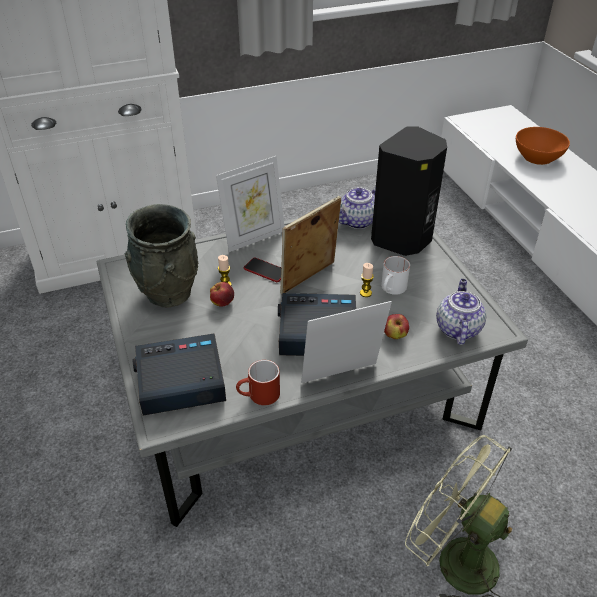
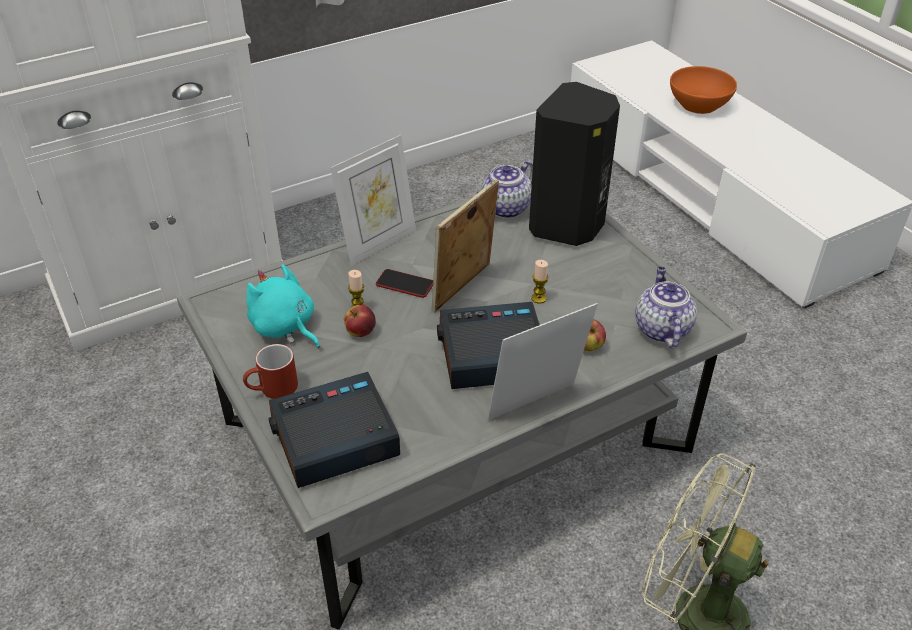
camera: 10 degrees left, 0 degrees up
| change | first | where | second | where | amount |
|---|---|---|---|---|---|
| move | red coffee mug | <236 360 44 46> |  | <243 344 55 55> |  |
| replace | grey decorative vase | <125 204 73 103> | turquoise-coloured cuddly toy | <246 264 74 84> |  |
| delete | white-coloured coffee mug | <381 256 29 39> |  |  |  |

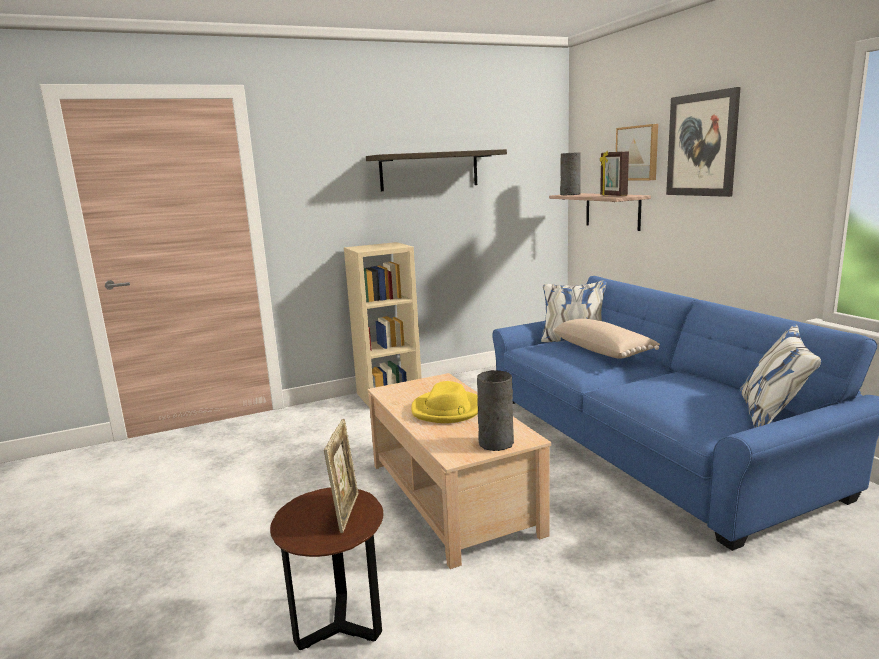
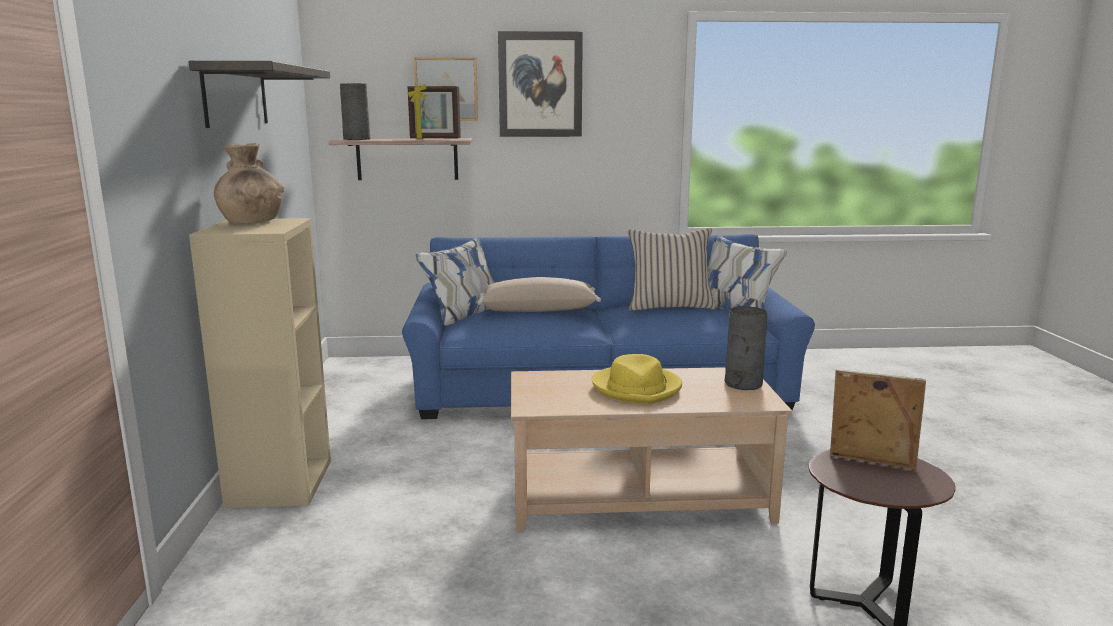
camera: 70 degrees left, 0 degrees up
| change | first | where | second | where | amount |
|---|---|---|---|---|---|
| insert |  |  | brownish decorative vase | <214 143 70 81> |  |
| insert |  |  | beige-coloured throw pillow | <627 228 89 83> |  |

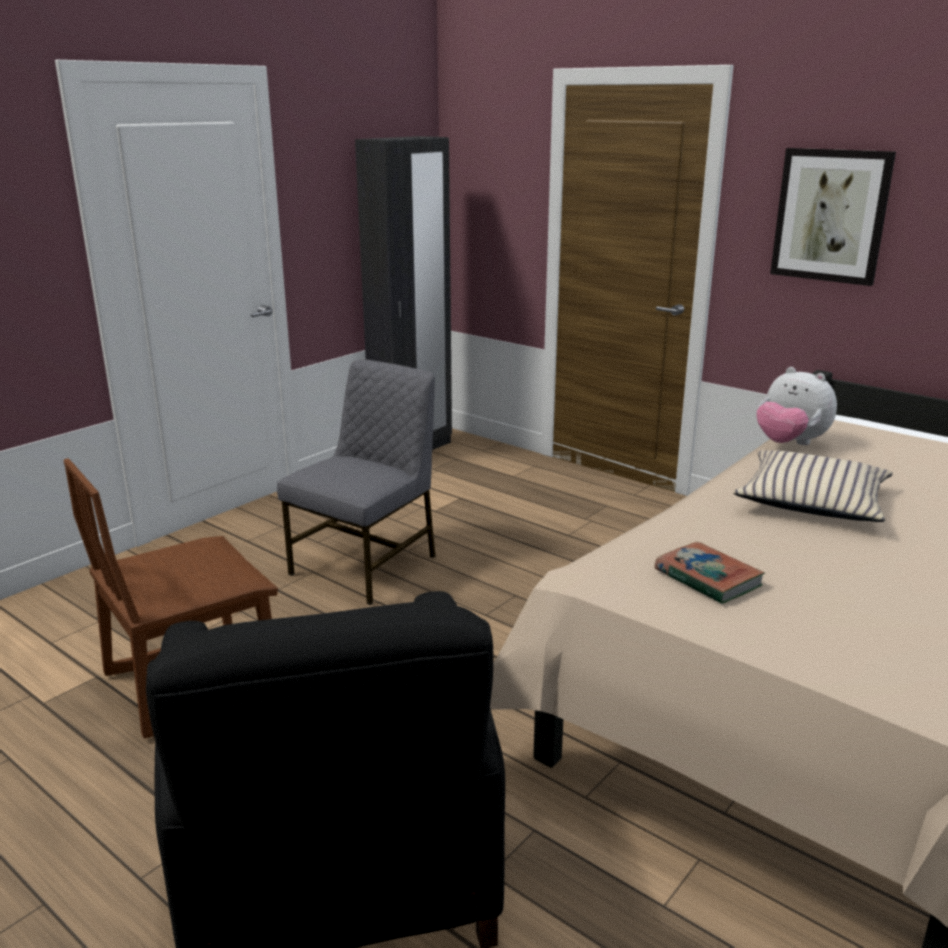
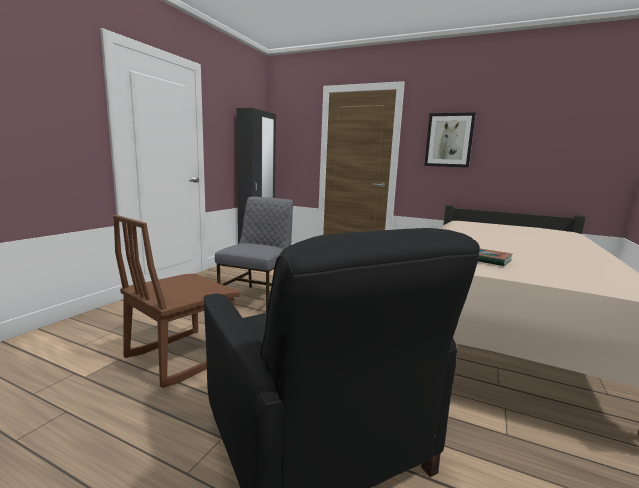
camera: 15 degrees left, 10 degrees down
| change | first | where | second | where | amount |
|---|---|---|---|---|---|
| delete | beige-coloured throw pillow | <733 450 160 72> |  |  |  |
| delete | cuddly toy | <757 367 80 78> |  |  |  |

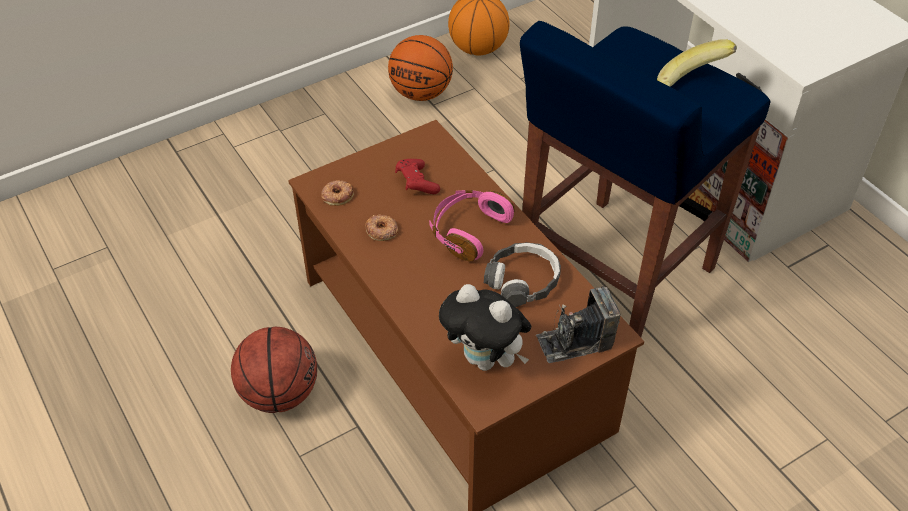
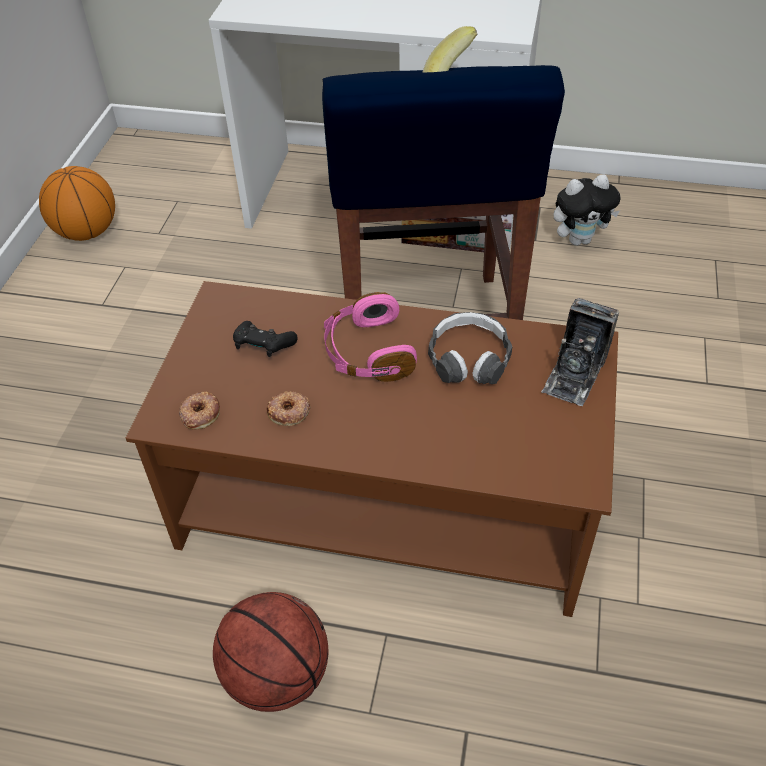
camera: 45 degrees left, 0 degrees up
| change | first | where | second | where | amount |
|---|---|---|---|---|---|
| recolor | red joypad | <395 159 45 35> | blackish joypad | <233 321 65 36> |  |
| move | cuddly toy | <439 284 92 87> |  | <553 175 68 71> |  |
| delete | basketball | <388 35 65 66> |  |  |  |

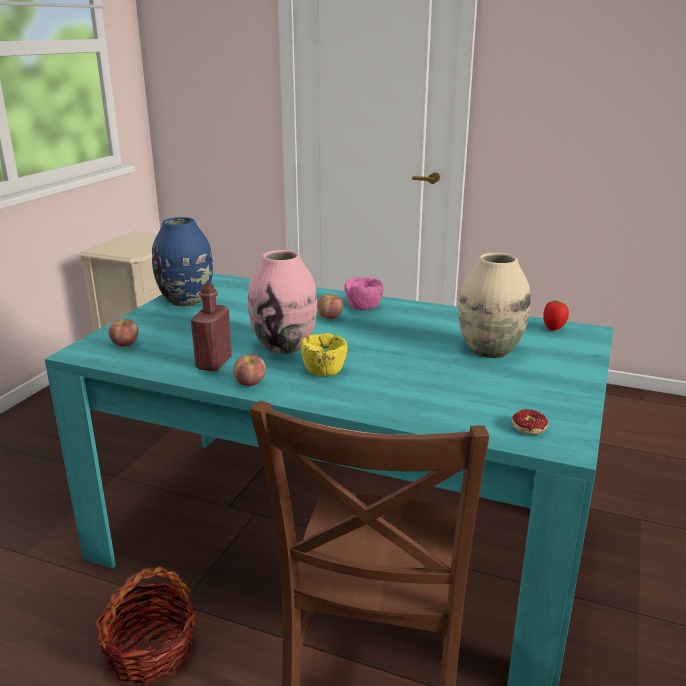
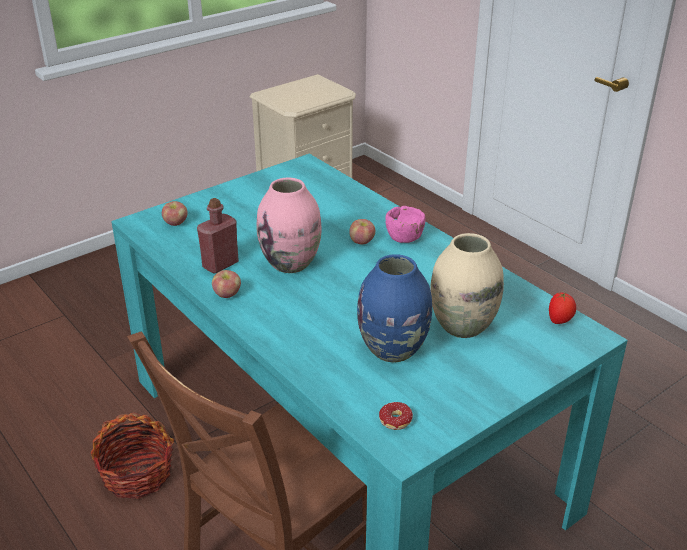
camera: 30 degrees right, 10 degrees up
| change | first | where | second | where | amount |
|---|---|---|---|---|---|
| move | blue-coloured decorative vase | <152 217 61 90> |  | <357 254 75 109> |  |
| delete | yellow deep dish | <301 333 47 43> |  |  |  |

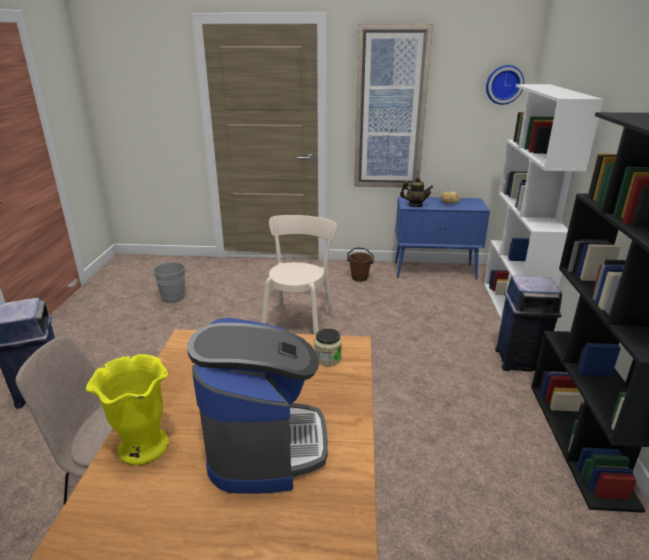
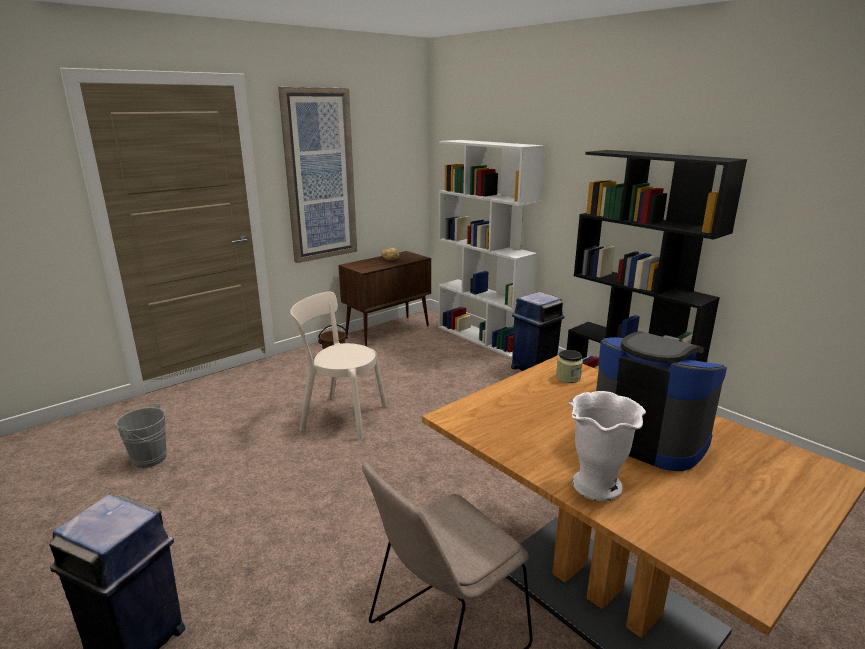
camera: 45 degrees left, 5 degrees down
| change | first | where | second | where | amount |
|---|---|---|---|---|---|
| rotate | beige-coloured plain chair | <262 215 75 119> |  | <290 292 97 149> | 45 degrees counterclockwise |
| recolor | blue-coloured cabinet | <395 197 95 83> | brownish cabinet | <339 251 92 95> |  |
| recolor | yellow decorative vase | <86 354 83 111> | white-coloured decorative vase | <569 391 77 110> |  |
| delete | teapot | <400 177 33 30> |  |  |  |
| delete | clock on the wall | <486 65 38 40> |  |  |  |

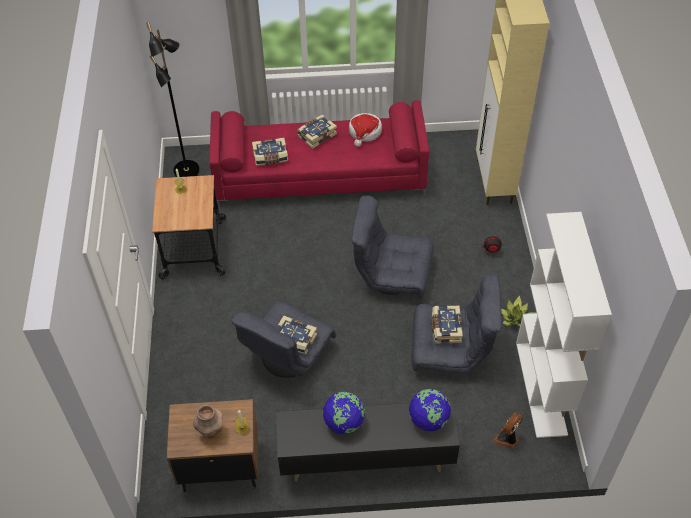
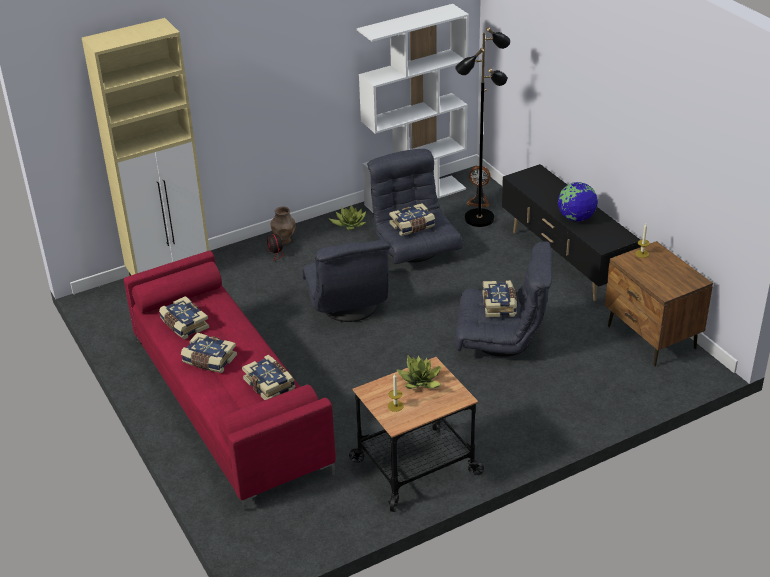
camera: 115 degrees left, 15 degrees down
| change | first | where | second | where | amount |
|---|---|---|---|---|---|
| replace | clothing hat | <349 113 33 34> | book | <159 296 51 44> |  |
| move | brownish decorative vase | <193 404 30 35> |  | <271 207 25 37> |  |
| insert |  |  | potted plant | <396 355 46 34> |  |
| move | blackish floor lamp | <146 22 54 155> |  | <455 27 55 200> |  |
| delete | desk globe | <409 389 42 42> |  |  |  |

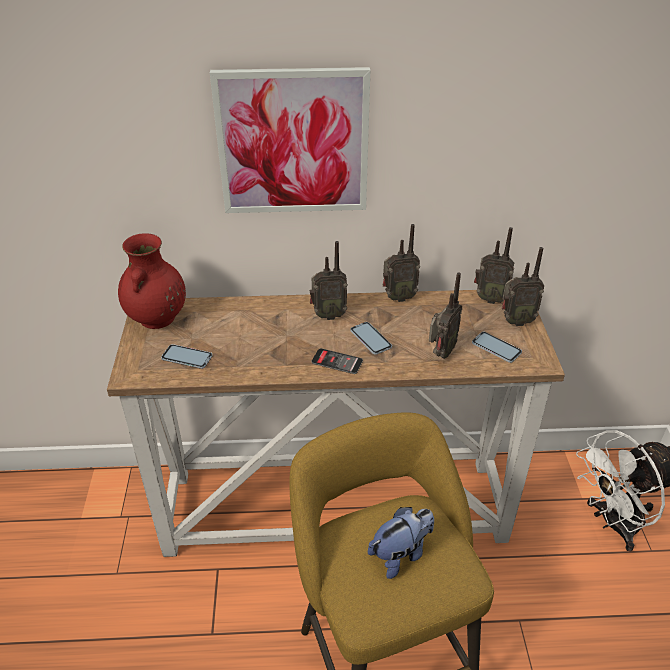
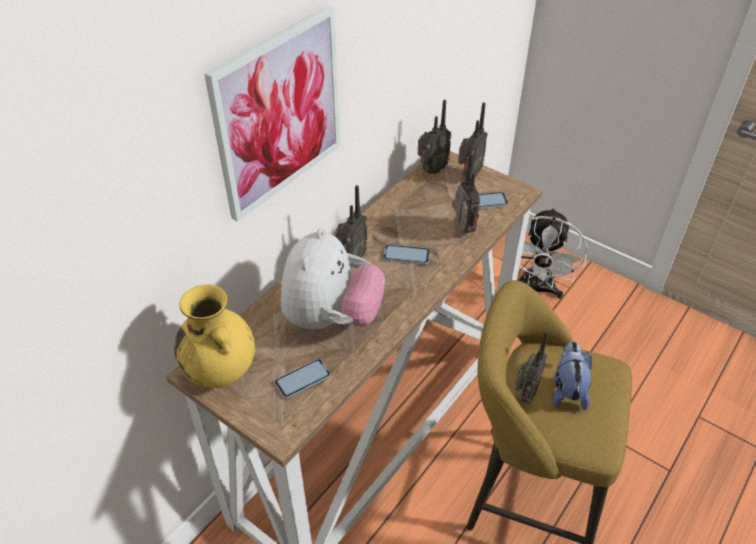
camera: 50 degrees left, 5 degrees up
| change | first | where | second | where | amount |
|---|---|---|---|---|---|
| recolor | red decorative vase | <118 233 68 96> | yellow decorative vase | <174 284 81 104> |  |
| insert |  |  | cuddly toy | <281 227 104 103> |  |
| move | radio | <382 224 38 78> |  | <515 330 34 74> |  |
| delete | telephone | <311 348 52 26> |  |  |  |

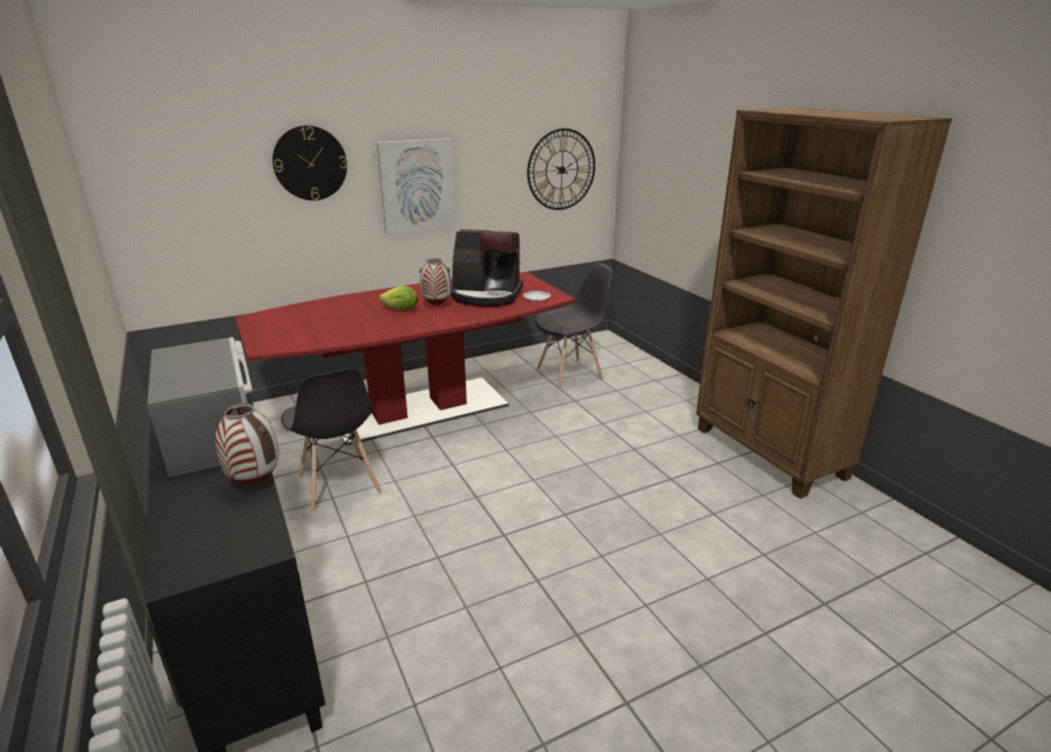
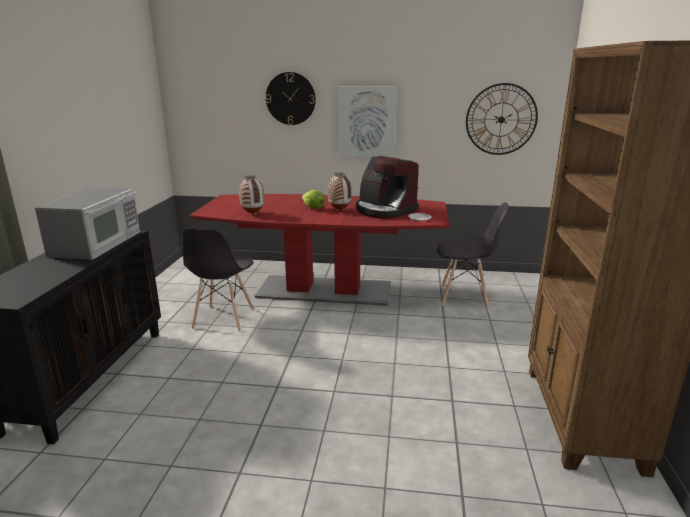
camera: 35 degrees right, 5 degrees down
| change | first | where | second | where | amount |
|---|---|---|---|---|---|
| move | decorative vase | <215 403 64 82> |  | <239 176 25 38> |  |

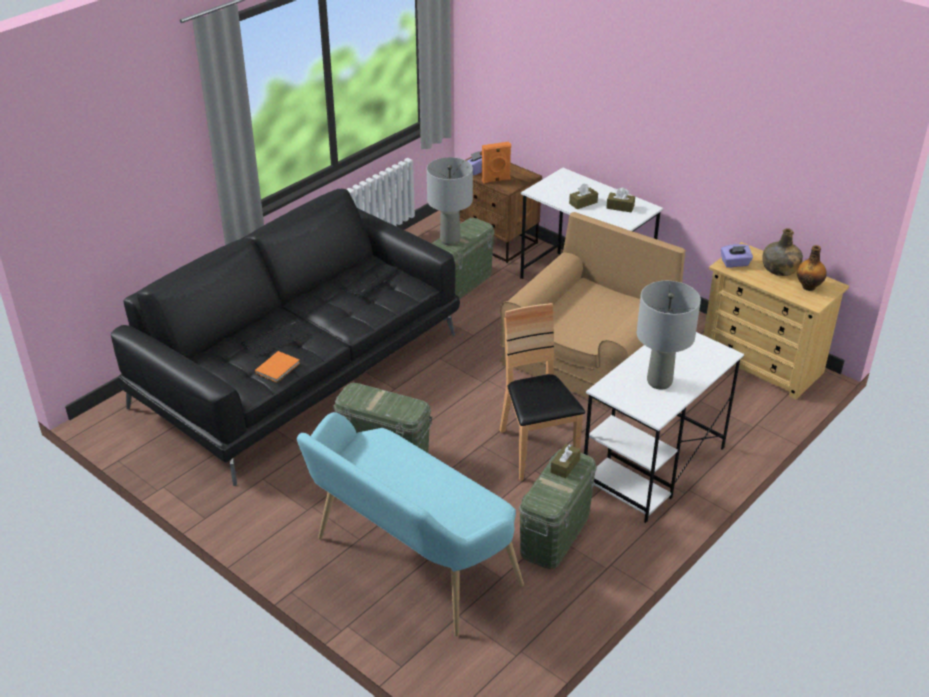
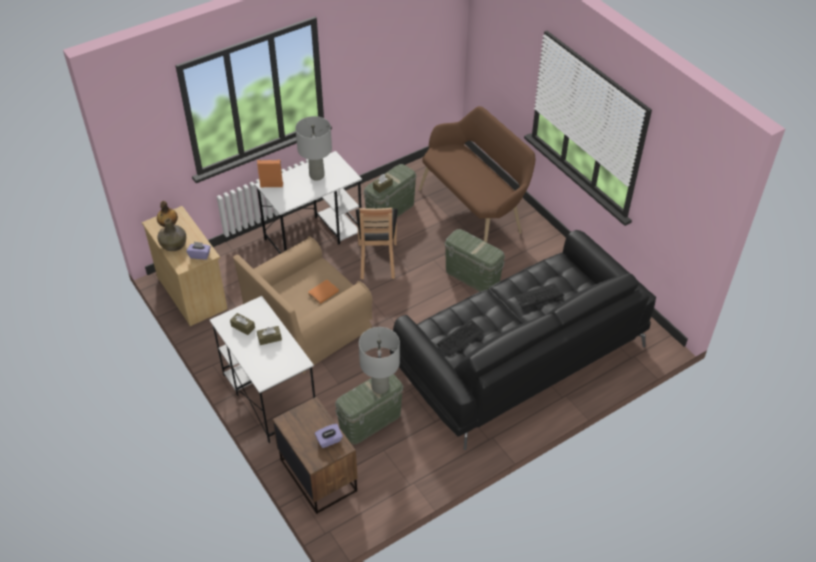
camera: 165 degrees left, 10 degrees up
| change | first | where | second | where | amount |
|---|---|---|---|---|---|
| move | orange-coloured speaker | <482 142 29 42> |  | <257 160 26 27> |  |
| move | orange-coloured book | <255 351 45 32> |  | <308 280 31 24> |  |
| recolor | turquoise-coloured long seat | <297 412 227 224> | brownish long seat | <419 106 116 136> |  |

